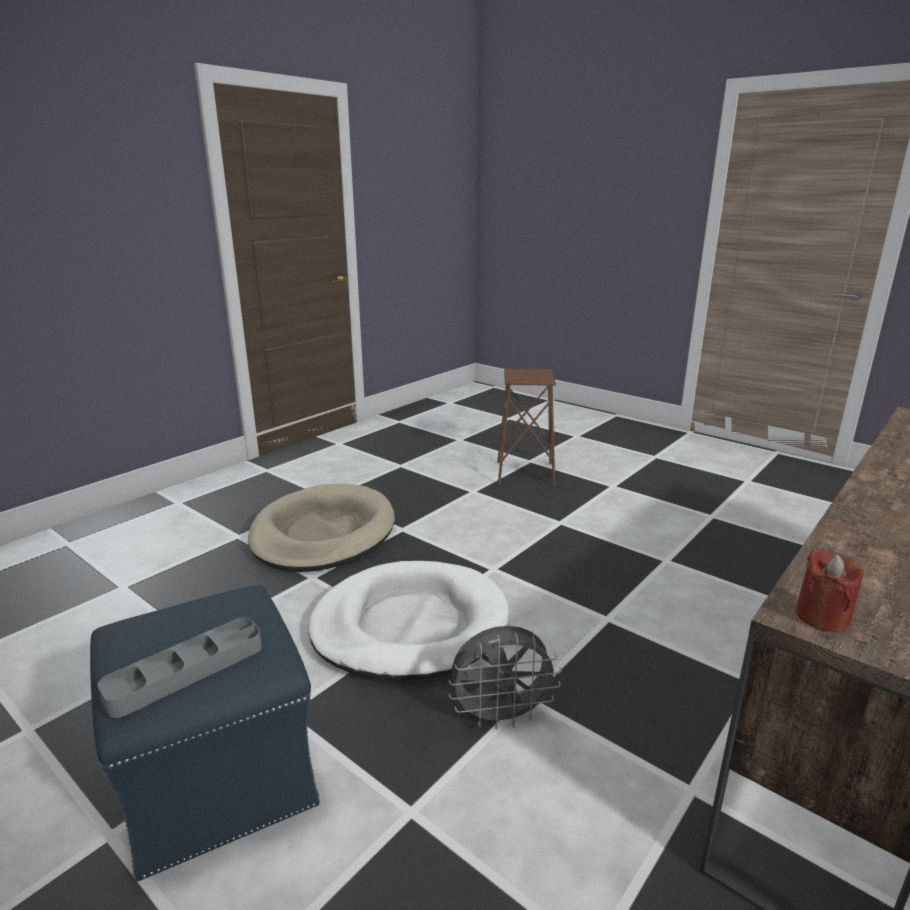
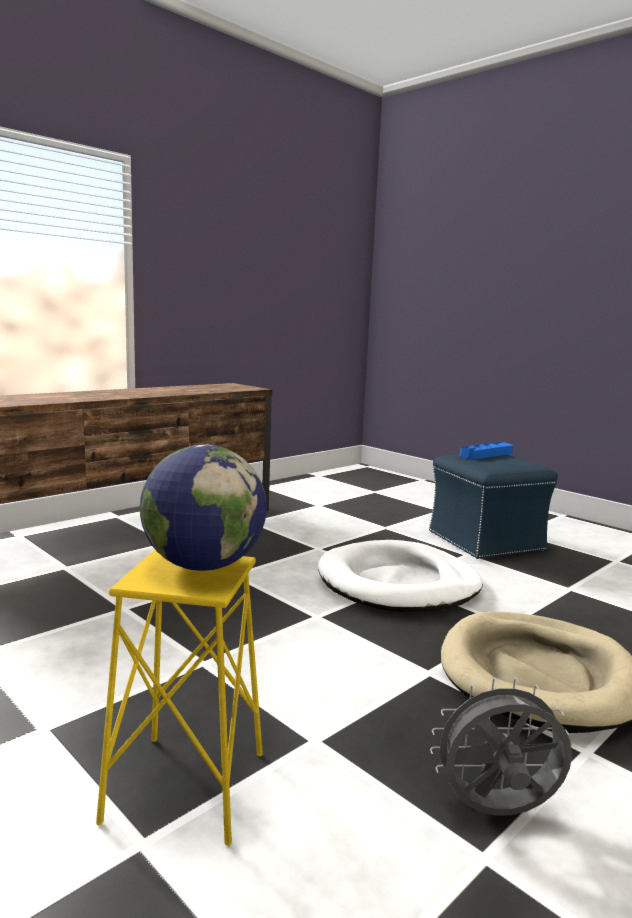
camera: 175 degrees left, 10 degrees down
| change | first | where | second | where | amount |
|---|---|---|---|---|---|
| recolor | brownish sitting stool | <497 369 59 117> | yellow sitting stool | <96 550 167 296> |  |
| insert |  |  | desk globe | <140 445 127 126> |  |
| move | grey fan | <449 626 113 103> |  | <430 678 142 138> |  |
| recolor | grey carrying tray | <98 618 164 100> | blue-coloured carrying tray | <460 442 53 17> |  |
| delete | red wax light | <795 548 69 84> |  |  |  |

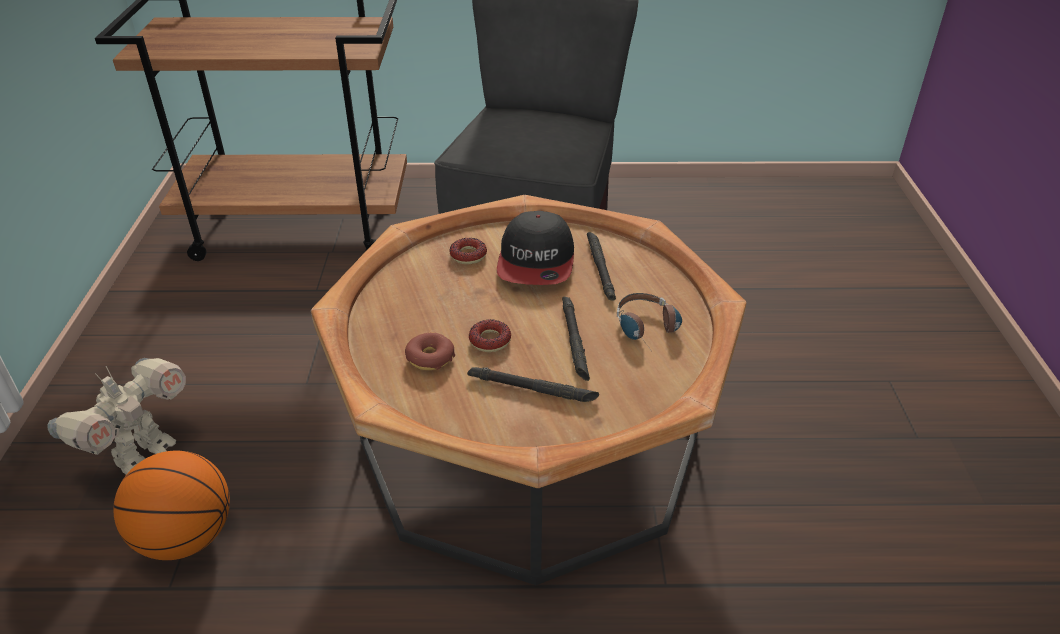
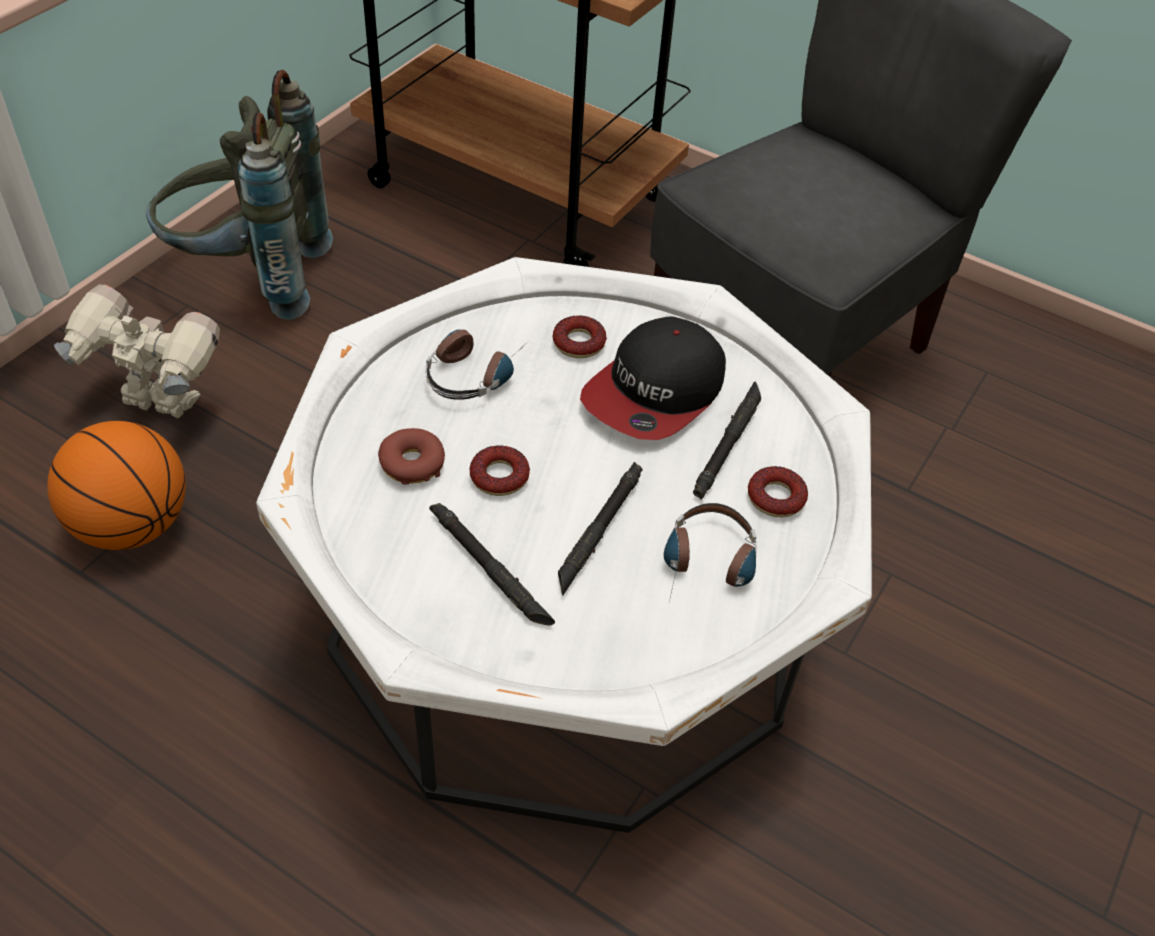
camera: 30 degrees right, 10 degrees up
| change | first | where | second | where | amount |
|---|---|---|---|---|---|
| rotate | model robot | <47 358 139 116> |  | <54 285 166 134> | 135 degrees counterclockwise |
| insert |  |  | grey rucksack | <146 70 187 250> |  |
| recolor | brownish lounge table | <311 195 436 390> | white-coloured lounge table | <256 257 616 576> |  |
| insert |  |  | headset | <425 329 104 71> |  |
| insert |  |  | doughnut | <748 466 60 51> |  |

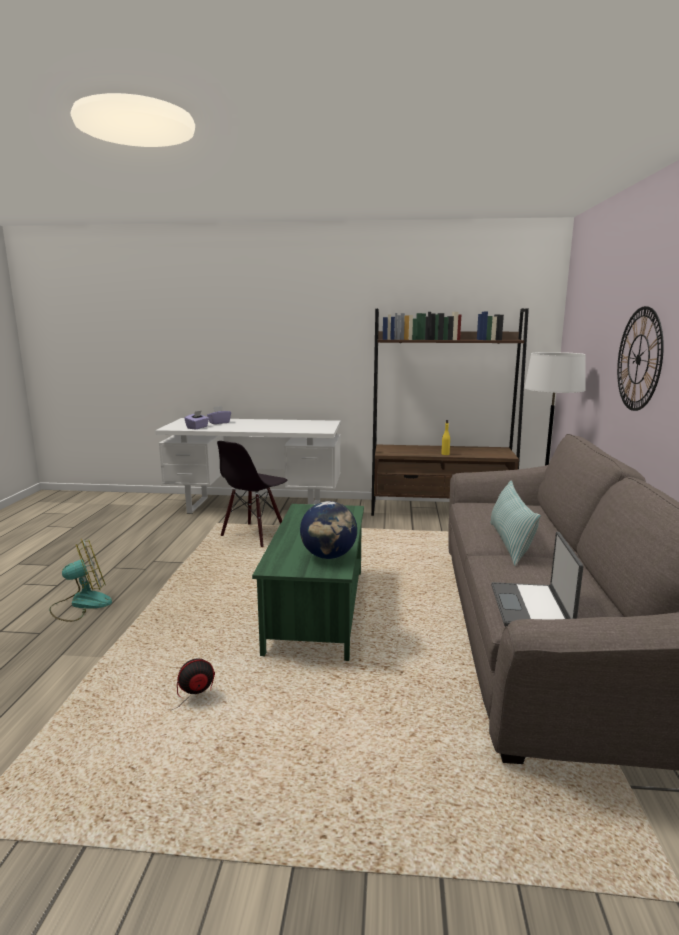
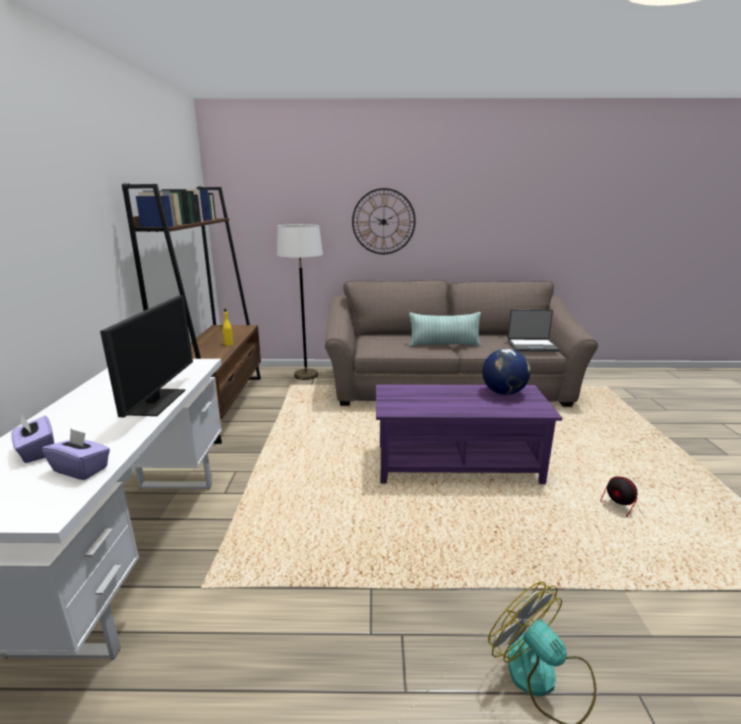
camera: 95 degrees left, 5 degrees up
| change | first | where | second | where | amount |
|---|---|---|---|---|---|
| insert |  |  | monitor | <100 295 93 122> |  |
| recolor | green lounge table | <252 504 112 157> | purplish lounge table | <376 384 186 100> |  |
| delete | blackish plain chair | <217 441 70 106> |  |  |  |

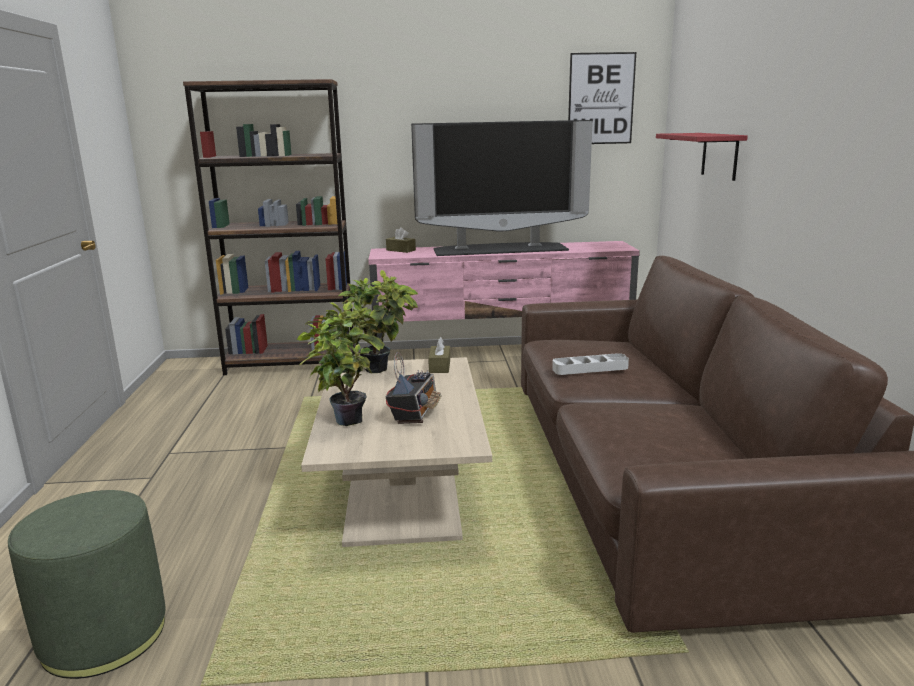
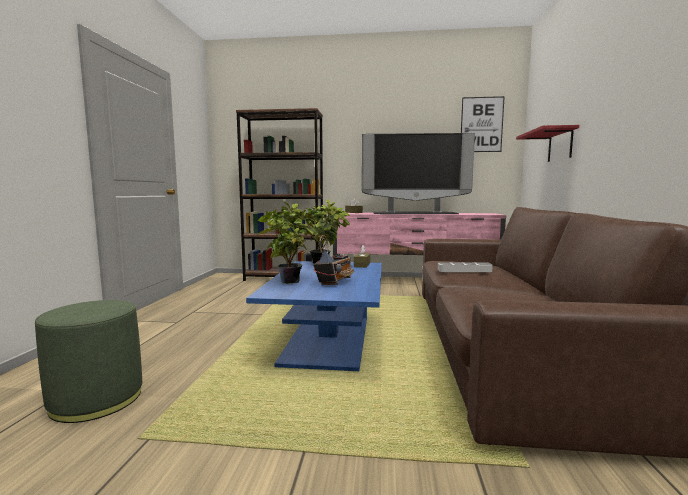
camera: 10 degrees right, 10 degrees down
| change | first | where | second | where | amount |
|---|---|---|---|---|---|
| recolor | beige-coloured lounge table | <301 357 191 190> | blue-coloured lounge table | <246 261 136 110> |  |

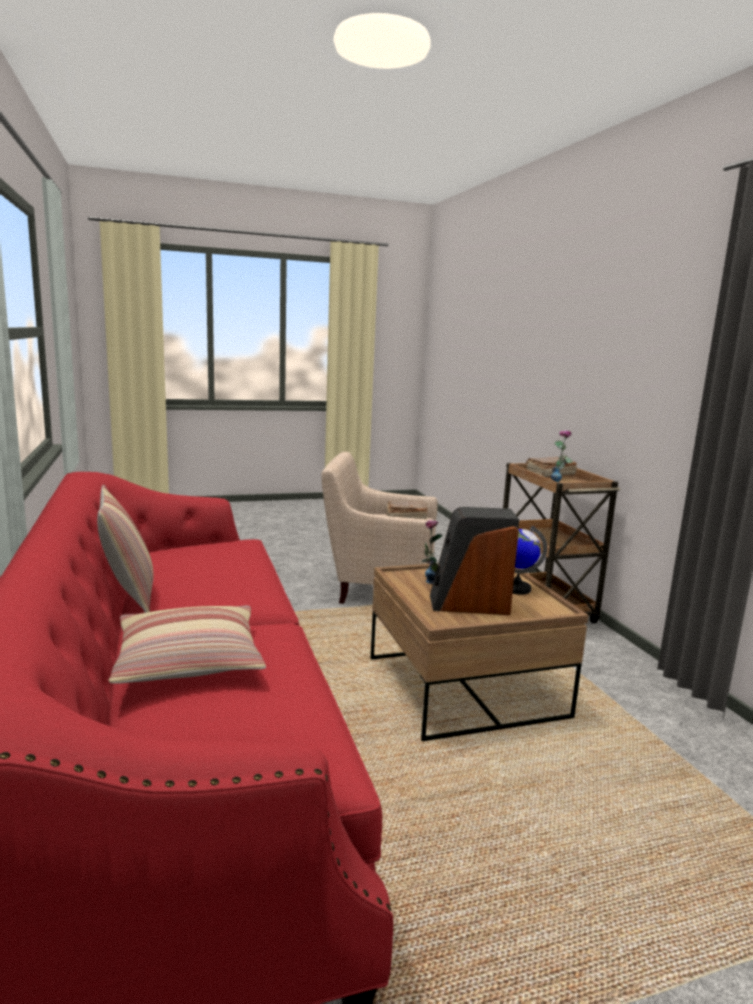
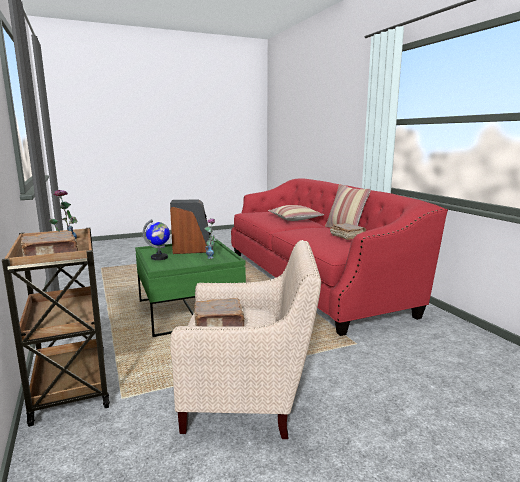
camera: 175 degrees right, 0 degrees up
| change | first | where | second | where | amount |
|---|---|---|---|---|---|
| recolor | brownish lounge table | <371 563 218 178> | green lounge table | <135 240 111 97> |  |
| insert |  |  | brownish book | <330 223 36 17> |  |

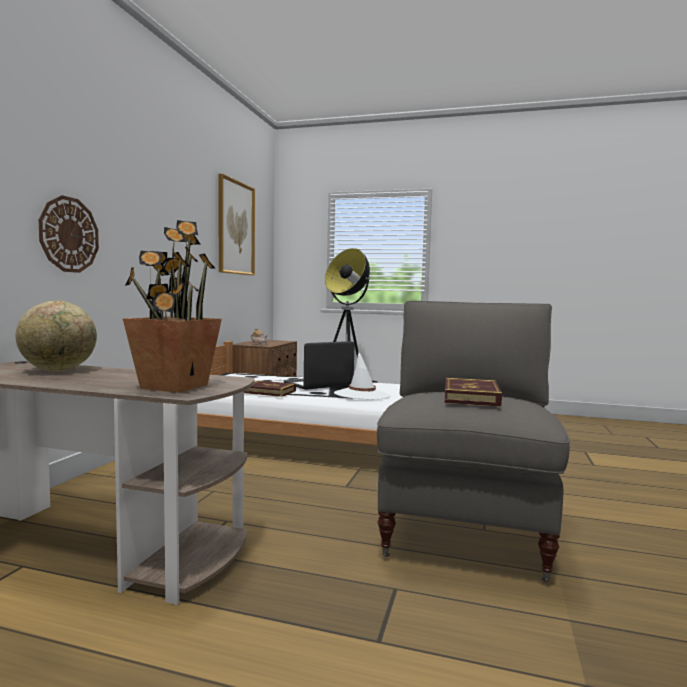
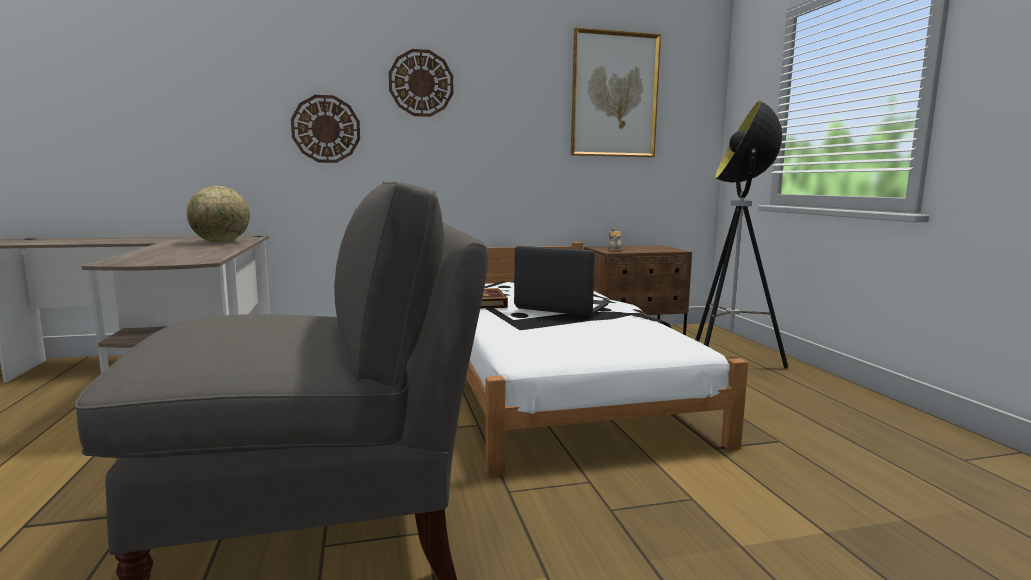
camera: 60 degrees right, 5 degrees up
| change | first | where | second | where | amount |
|---|---|---|---|---|---|
| insert |  |  | clock on the wall | <389 49 64 68> |  |
| delete | potted plant | <123 220 99 173> |  |  |  |
| delete | white-coloured clothing hat | <334 353 56 47> |  |  |  |
| delete | book | <445 378 57 29> |  |  |  |

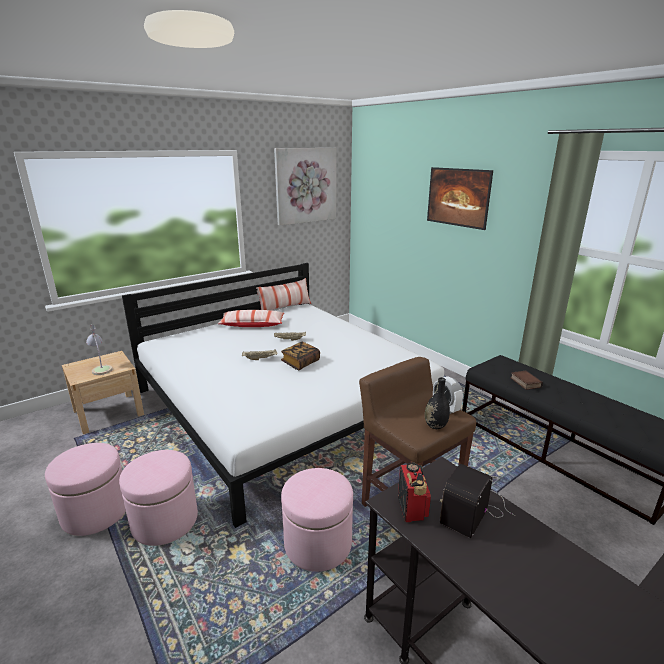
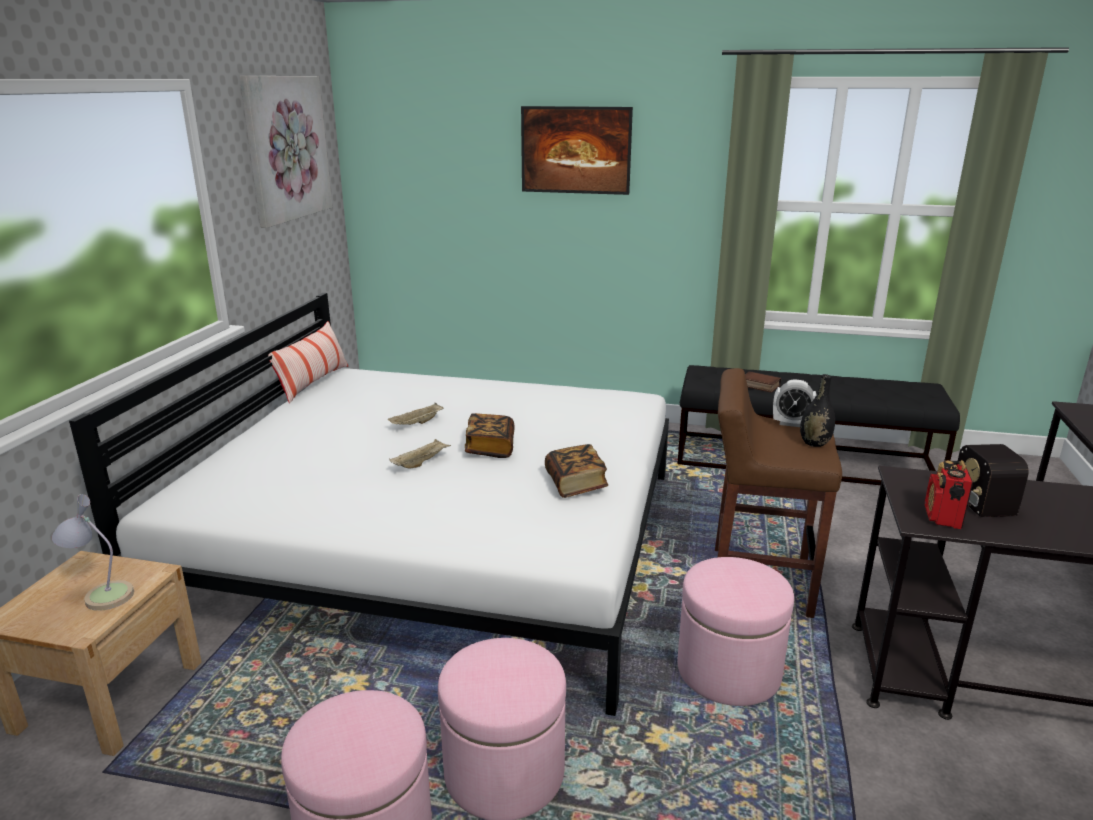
camera: 40 degrees left, 0 degrees up
| change | first | where | second | where | amount |
|---|---|---|---|---|---|
| insert |  |  | book | <545 444 63 54> |  |
| rotate | radio | <398 462 33 60> |  | <925 460 48 69> | 120 degrees counterclockwise |
| delete | throw pillow | <218 310 66 17> |  |  |  |

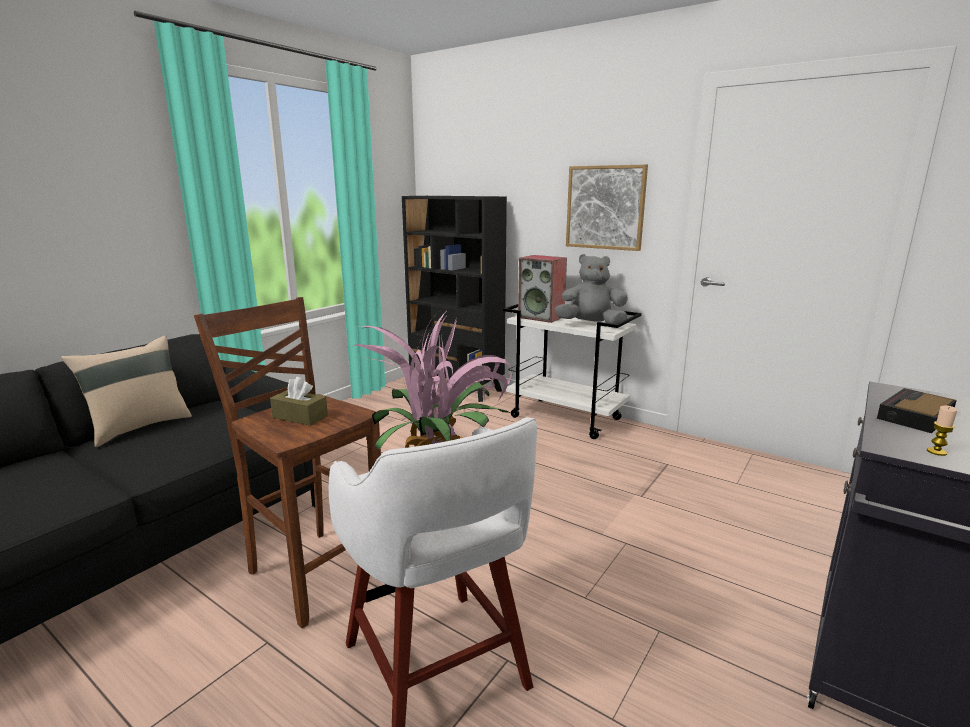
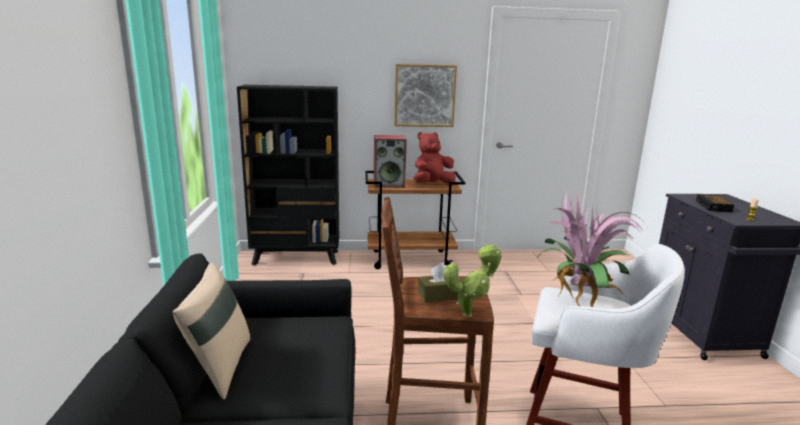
camera: 40 degrees left, 0 degrees up
| change | first | where | second | where | amount |
|---|---|---|---|---|---|
| recolor | white-coloured trolley | <503 304 139 135> | brownish trolley | <365 171 100 98> |  |
| recolor | grey cuddly toy | <555 254 73 70> | red cuddly toy | <414 132 42 52> |  |
| insert |  |  | potted plant | <444 243 58 74> |  |

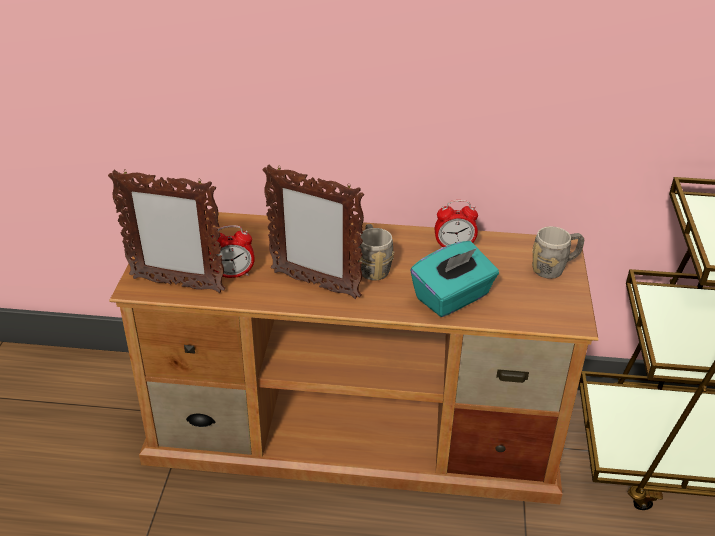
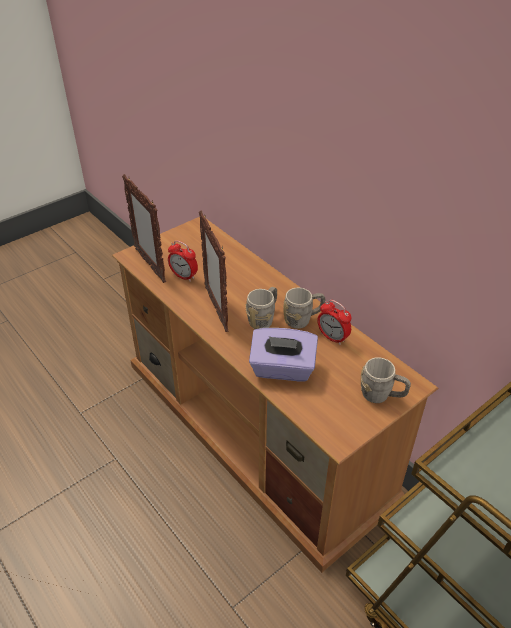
camera: 45 degrees right, 5 degrees up
| change | first | where | second | where | amount |
|---|---|---|---|---|---|
| recolor | turquoise-coloured box of tissues | <410 241 89 76> | purplish box of tissues | <249 328 69 53> |  |
| insert |  |  | grey coffee mug | <284 287 42 42> |  |

